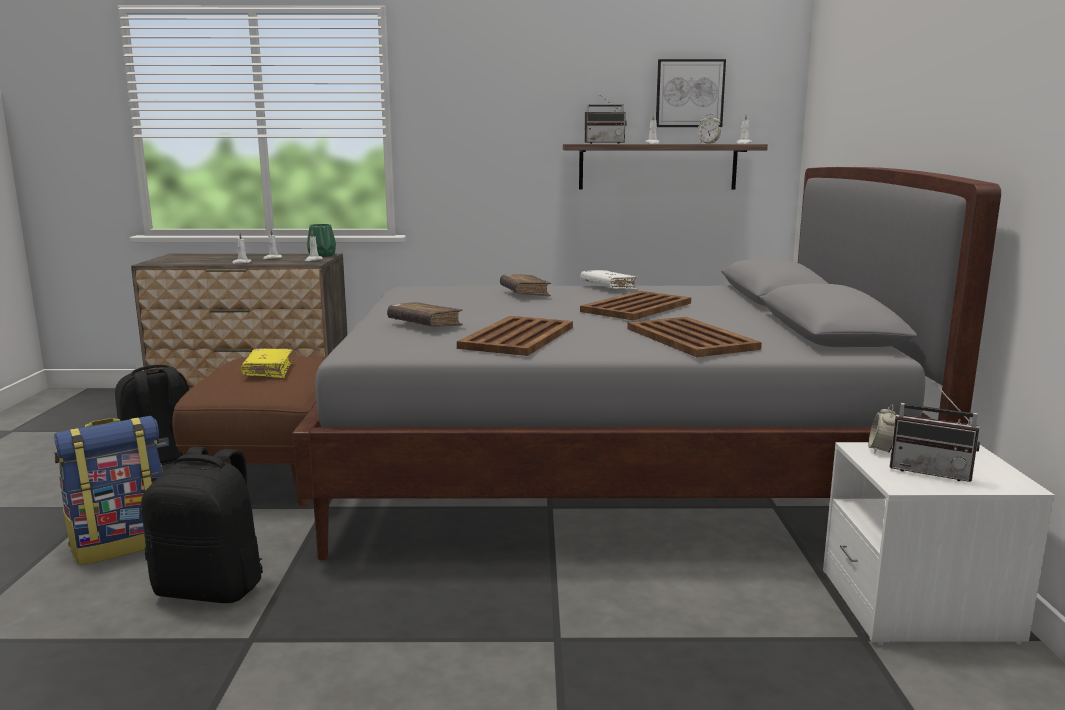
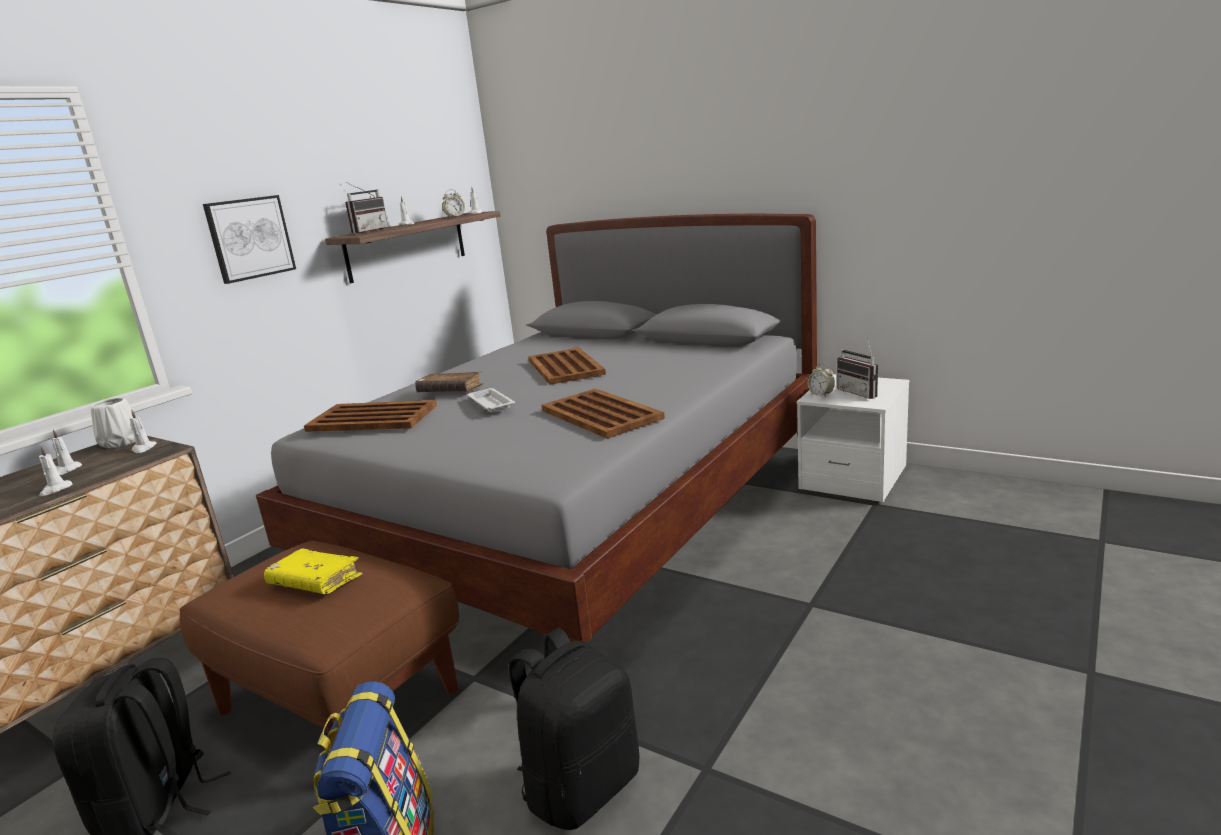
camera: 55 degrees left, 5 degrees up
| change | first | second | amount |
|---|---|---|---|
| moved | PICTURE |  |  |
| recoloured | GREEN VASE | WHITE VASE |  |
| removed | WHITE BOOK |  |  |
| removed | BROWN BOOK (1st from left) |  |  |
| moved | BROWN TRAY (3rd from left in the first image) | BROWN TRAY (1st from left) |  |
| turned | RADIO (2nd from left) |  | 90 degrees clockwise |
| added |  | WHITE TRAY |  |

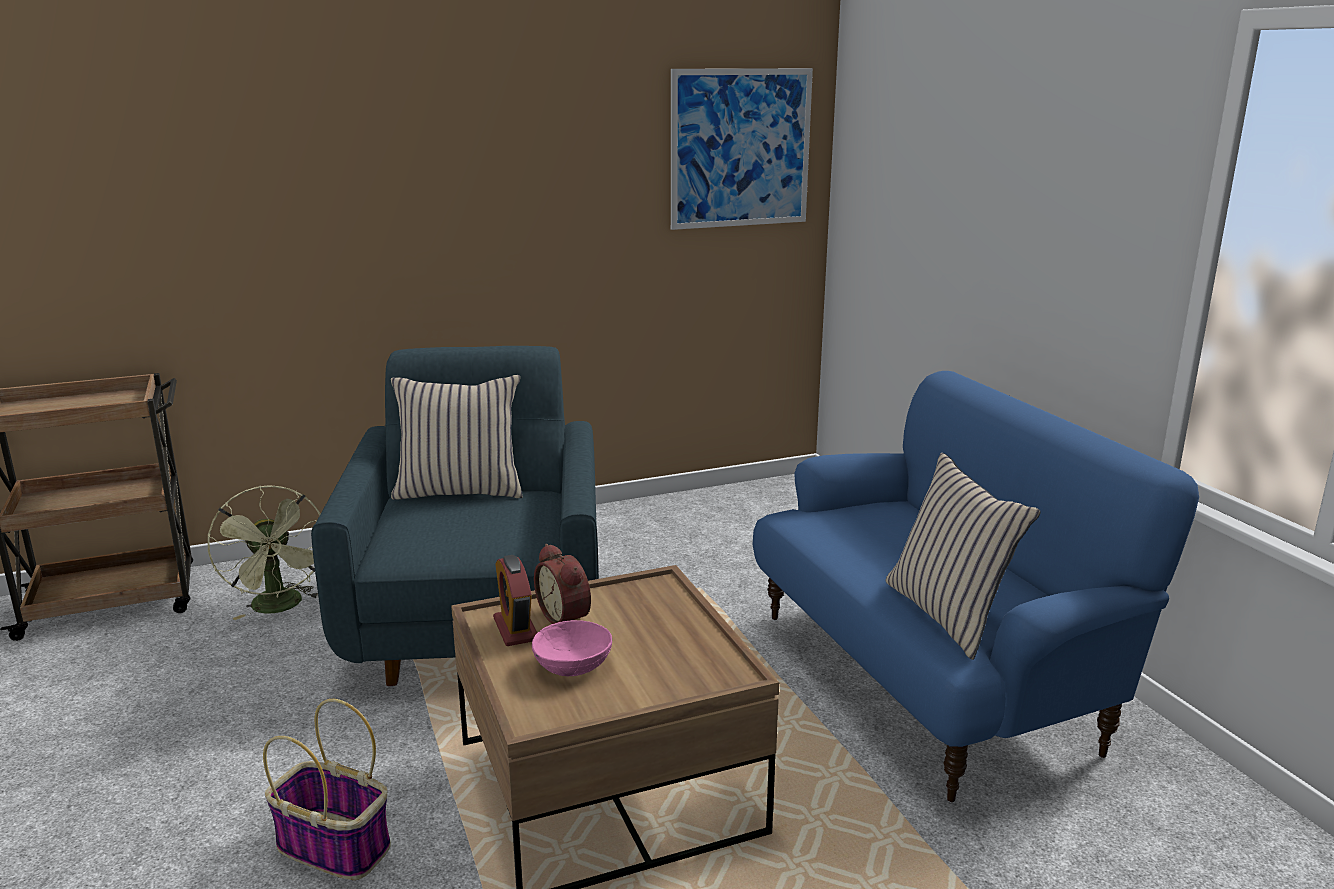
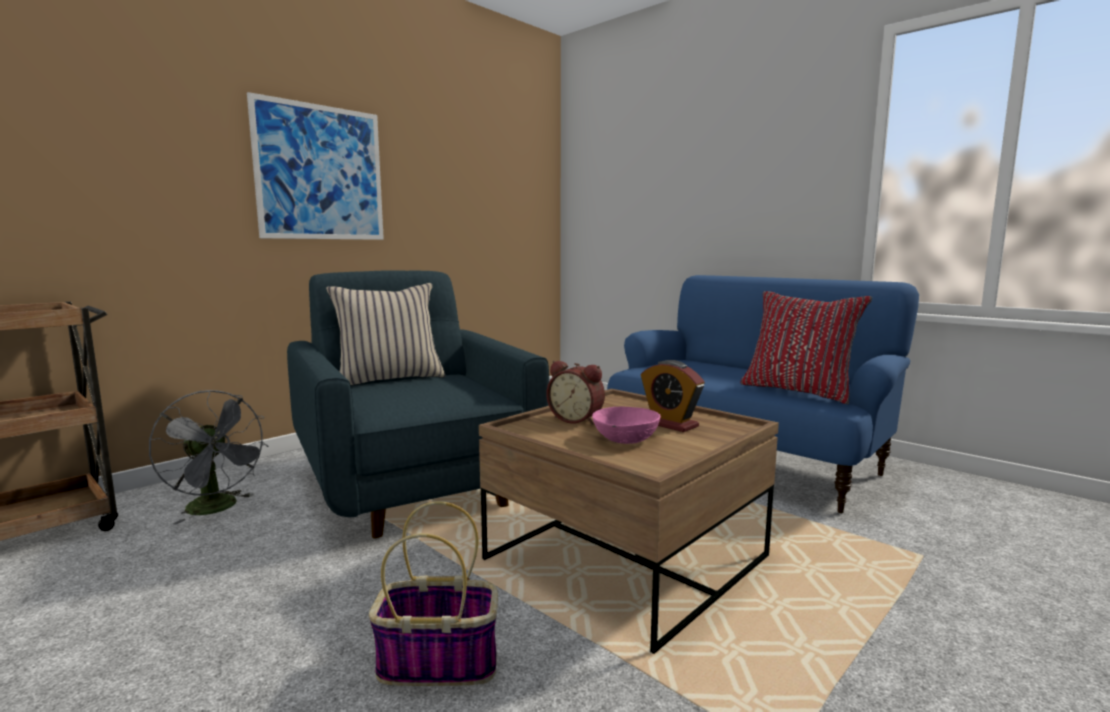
camera: 25 degrees left, 10 degrees down
| change | first | second | amount |
|---|---|---|---|
| moved | PICTURE |  |  |
| recoloured | BEIGE PILLOW (2nd from left) | RED PILLOW |  |
| recoloured | GREEN FAN | GREY FAN |  |
| moved | ALARM CLOCK (1st from left in the first image) | ALARM CLOCK (2nd from left) |  |

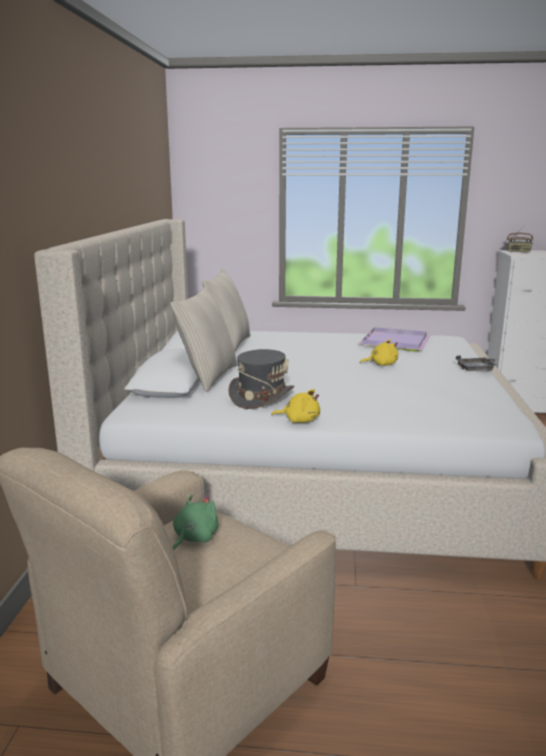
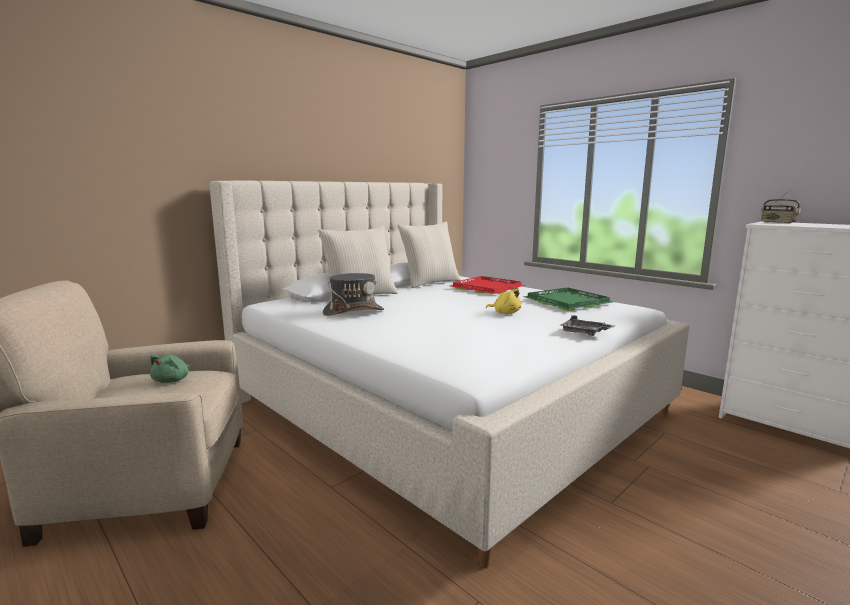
camera: 40 degrees right, 5 degrees down
| change | first | second | amount |
|---|---|---|---|
| recoloured | PURPLE TRAY | GREEN TRAY |  |
| removed | YELLOW PLUSH TOY (1st from left) |  |  |
| turned | GREEN PLUSH TOY |  | 120 degrees clockwise |
| added |  | RED TRAY |  |

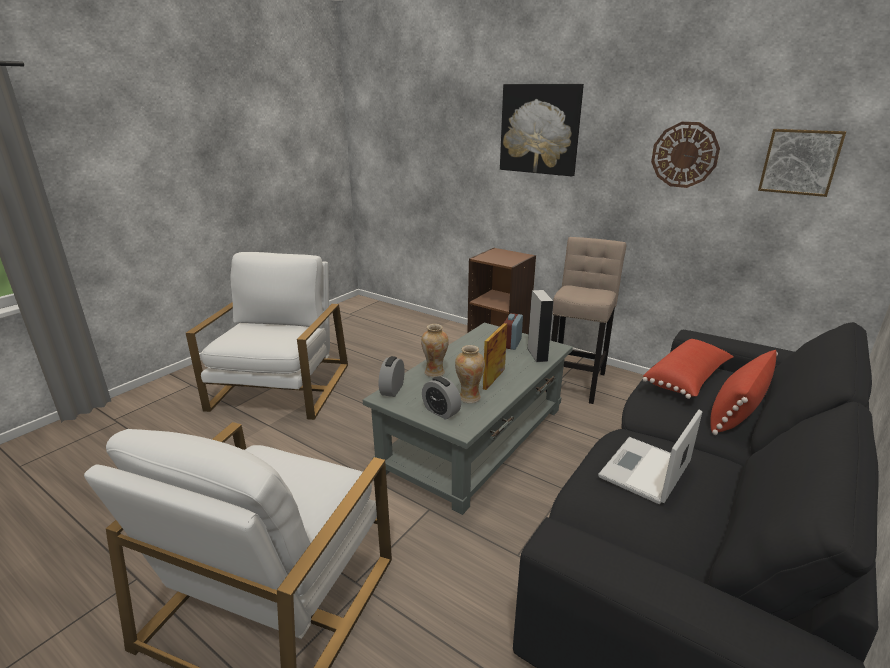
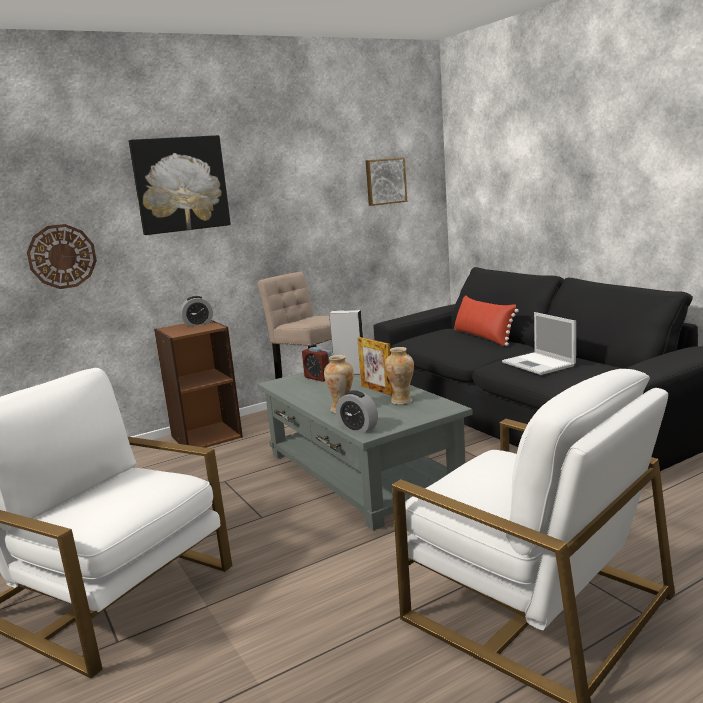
camera: 65 degrees left, 10 degrees down
| change | first | second | amount |
|---|---|---|---|
| moved | WALL CLOCK |  |  |
| removed | RED PILLOW (1st from left) |  |  |
| moved | ALARM CLOCK (2nd from left in the first image) | ALARM CLOCK (1st from left) |  |

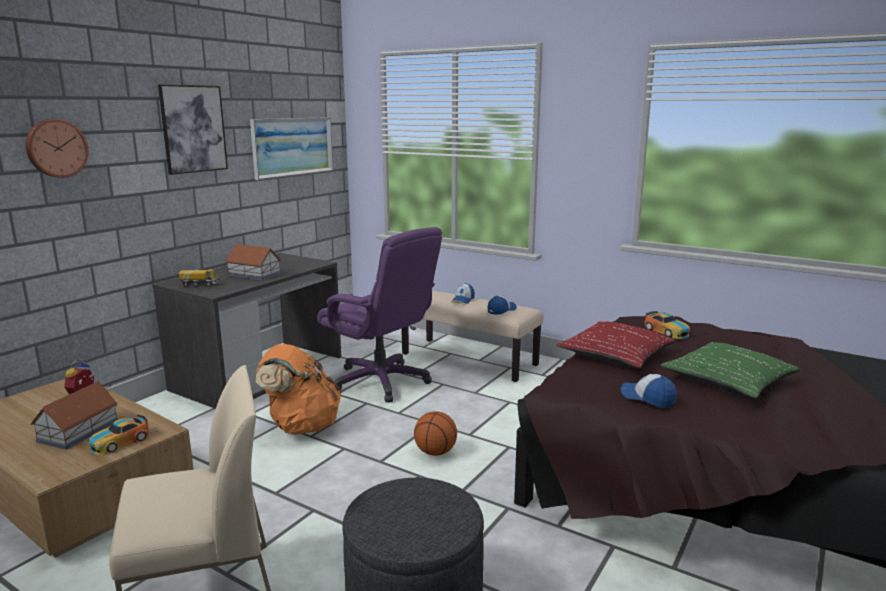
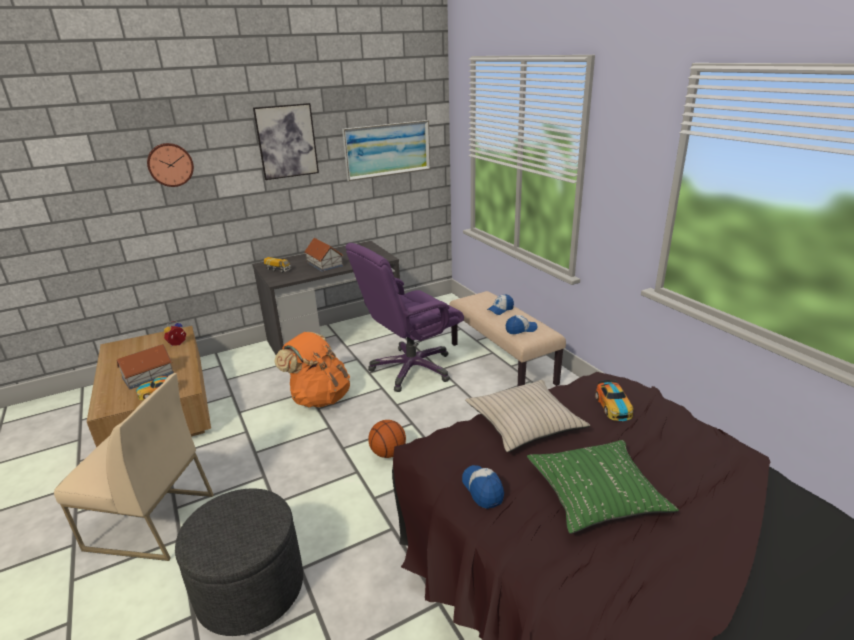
camera: 30 degrees right, 10 degrees up
| change | first | second | amount |
|---|---|---|---|
| turned | PURPLE OFFICE CHAIR |  | 75 degrees clockwise |
| recoloured | RED PILLOW | BEIGE PILLOW |  |

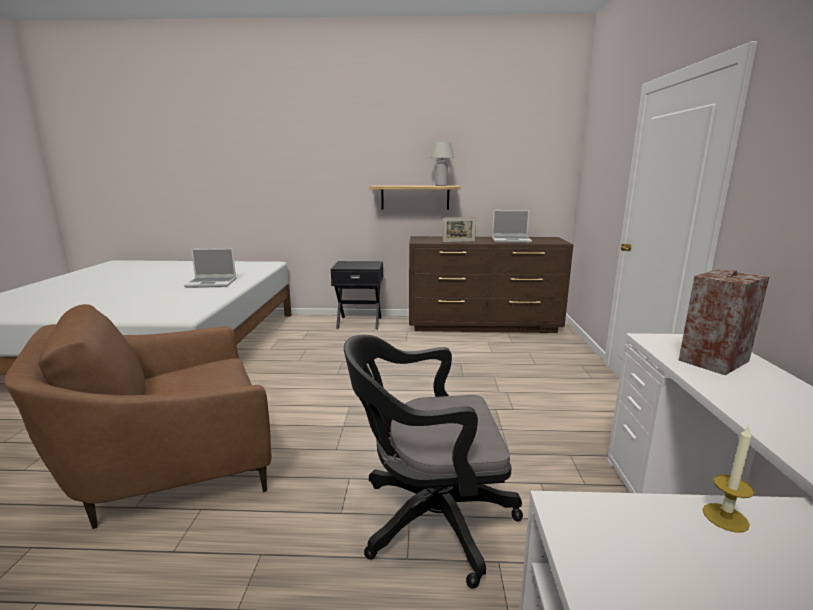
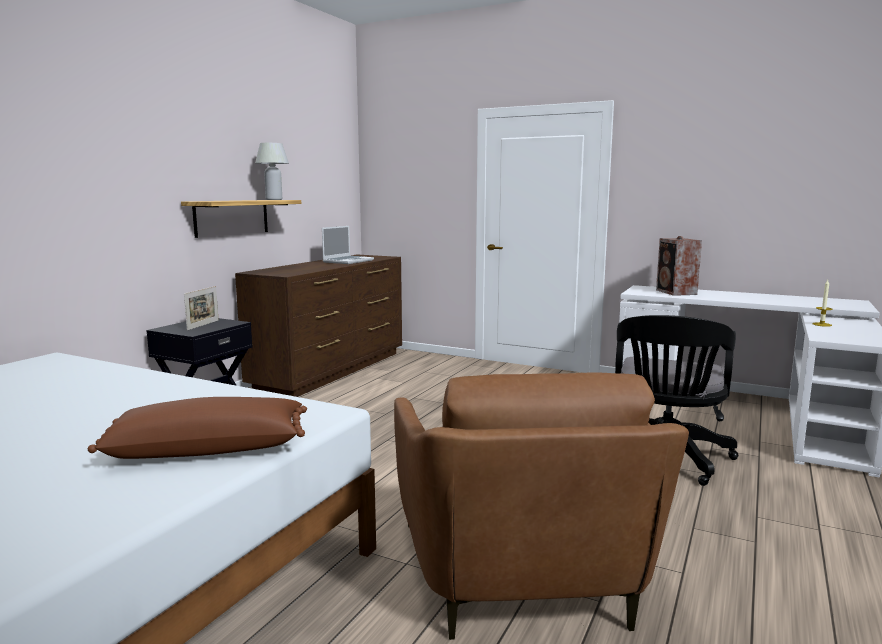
camera: 65 degrees left, 5 degrees down
| change | first | second | amount |
|---|---|---|---|
| moved | PICTURE FRAME |  |  |
| removed | LAPTOP (1st from left) |  |  |
| added |  | BROWN PILLOW |  |

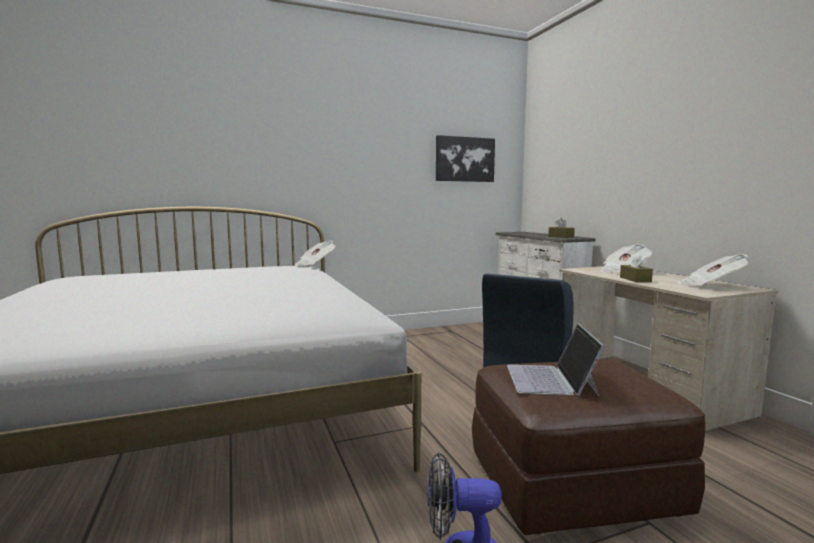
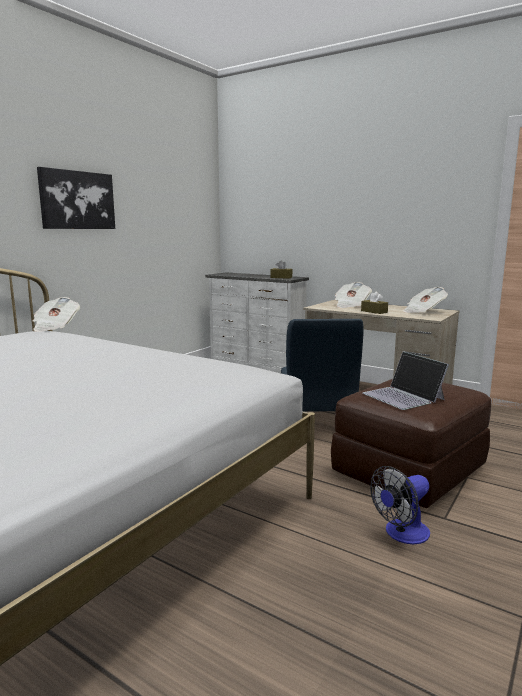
camera: 35 degrees left, 5 degrees up
| change | first | second | amount |
|---|---|---|---|
| moved | PICTURE |  |  |

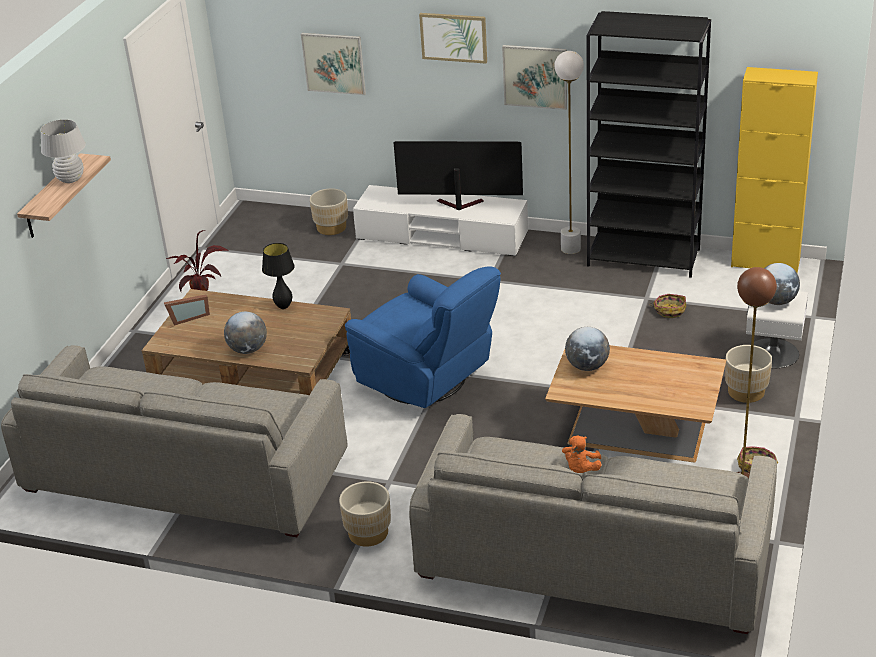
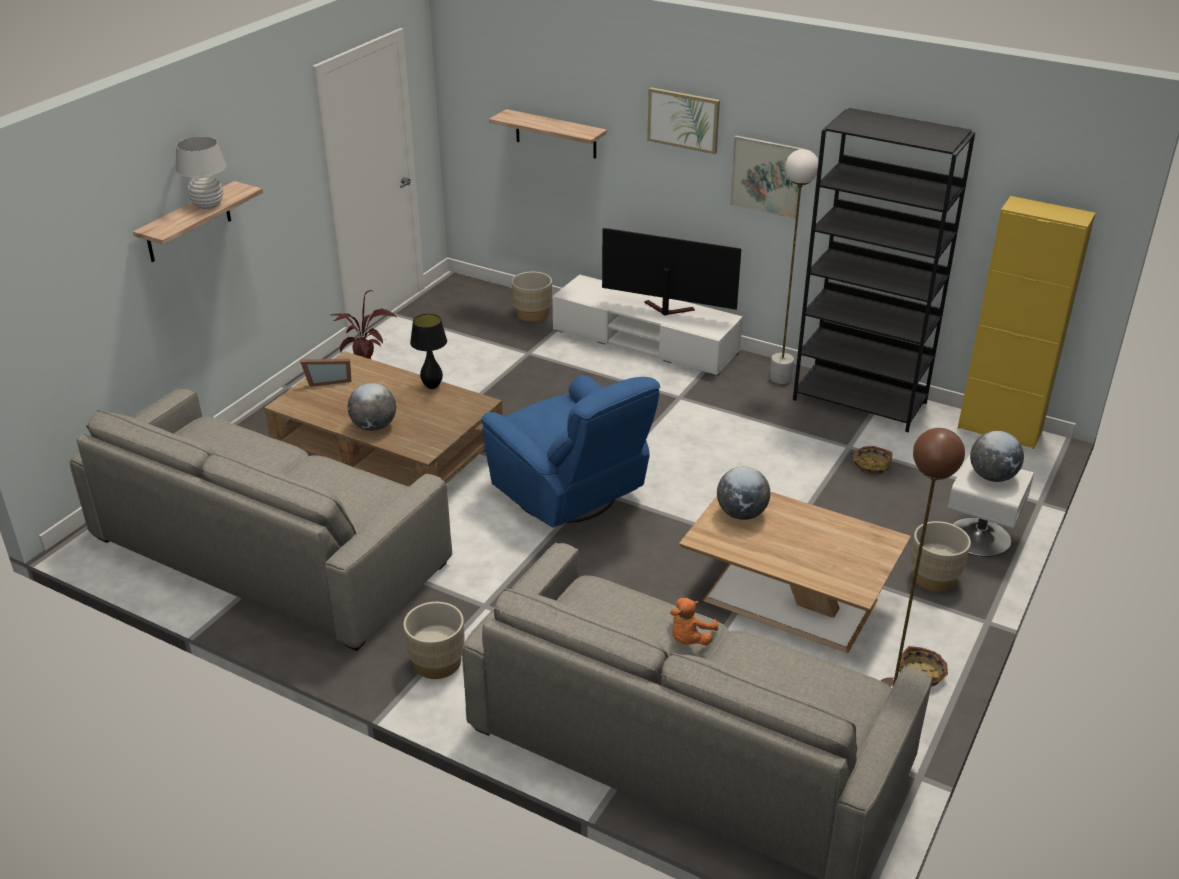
camera: 10 degrees right, 0 degrees up
| change | first | second | amount |
|---|---|---|---|
| replaced | PICTURE (1st from left) | SHELF (2nd from left) |  |

